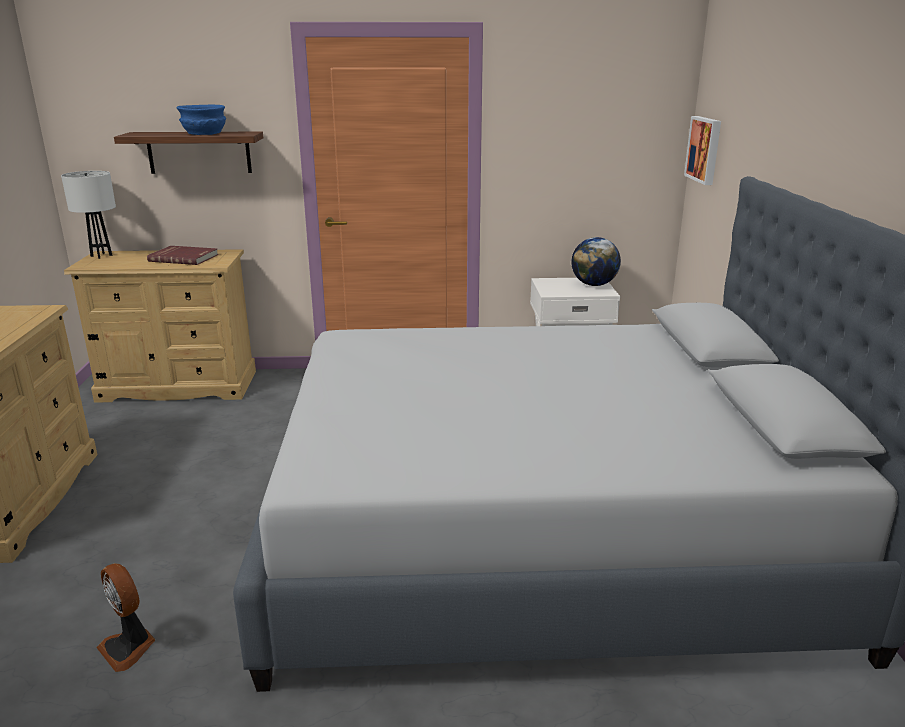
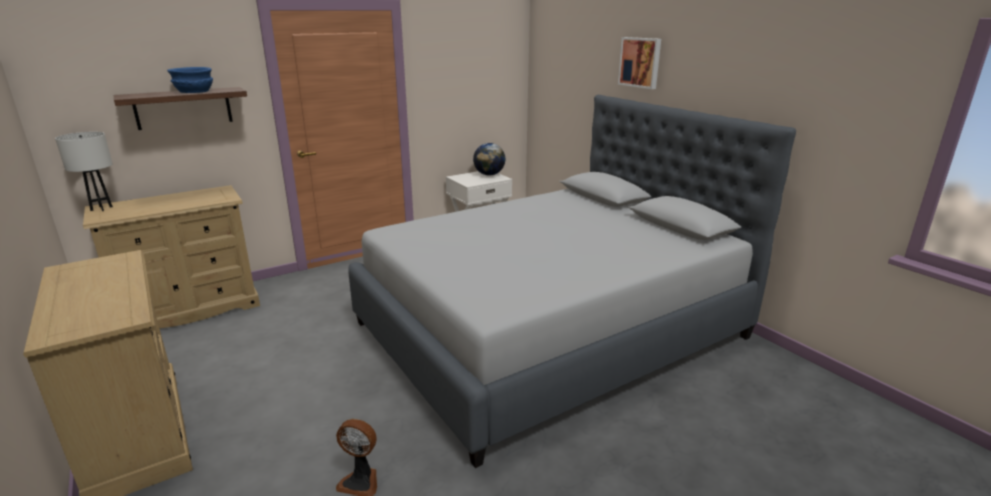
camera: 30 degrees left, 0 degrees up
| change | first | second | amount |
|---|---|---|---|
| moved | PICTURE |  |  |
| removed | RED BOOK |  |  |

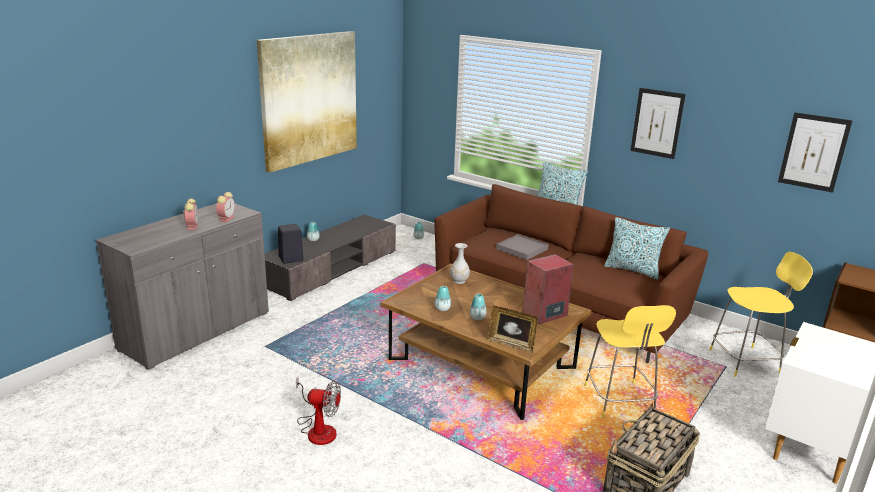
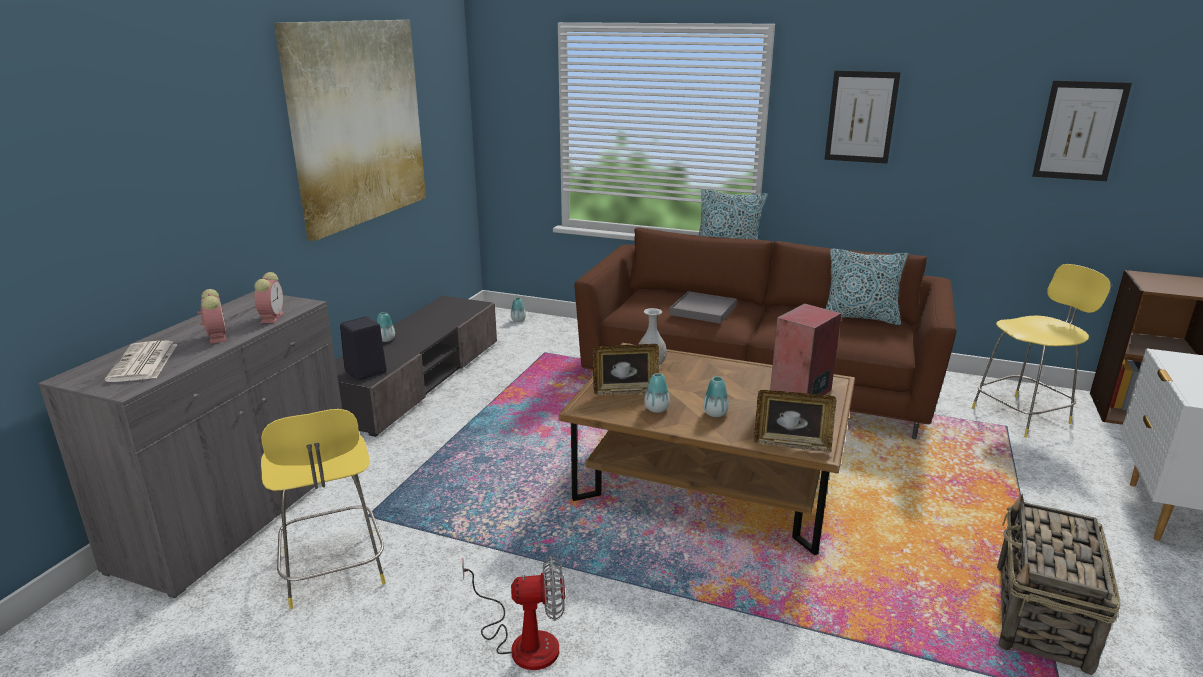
camera: 15 degrees left, 0 degrees up
| change | first | second | amount |
|---|---|---|---|
| moved | YELLOW STOOL (1st from left) |  |  |
| added |  | NEWSPAPER |  |
| added |  | PICTURE FRAME (1st from left) |  |

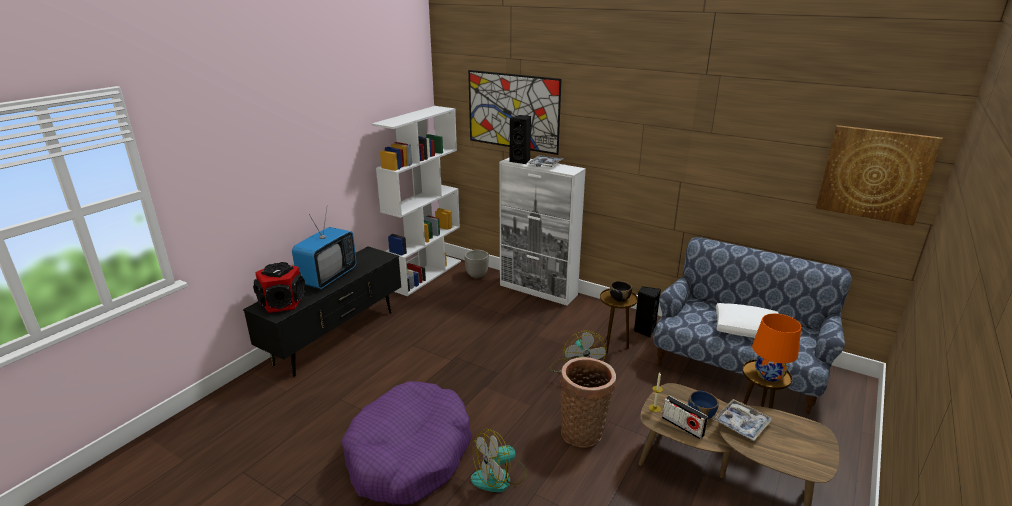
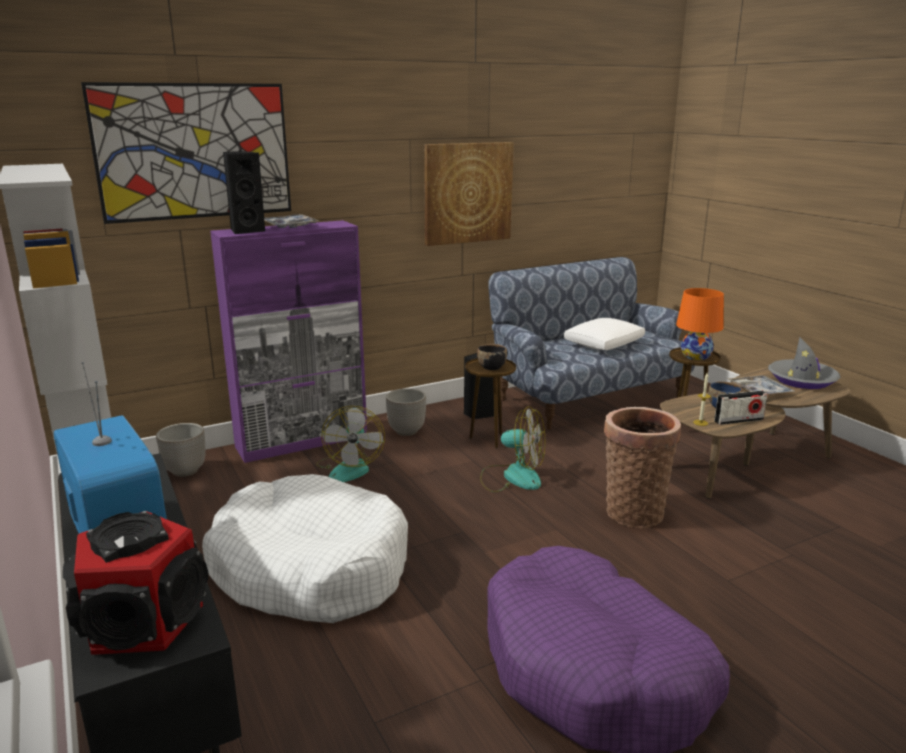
camera: 60 degrees left, 5 degrees down
| change | first | second | amount |
|---|---|---|---|
| moved | PICTURE (2nd from left) |  |  |
| recoloured | WHITE CABINET | PURPLE CABINET |  |
| moved | FAN (1st from left) |  |  |
| added |  | GREY HAT |  |
| added |  | PLANTER (2nd from left) |  |
| added |  | WHITE DOG BED |  |

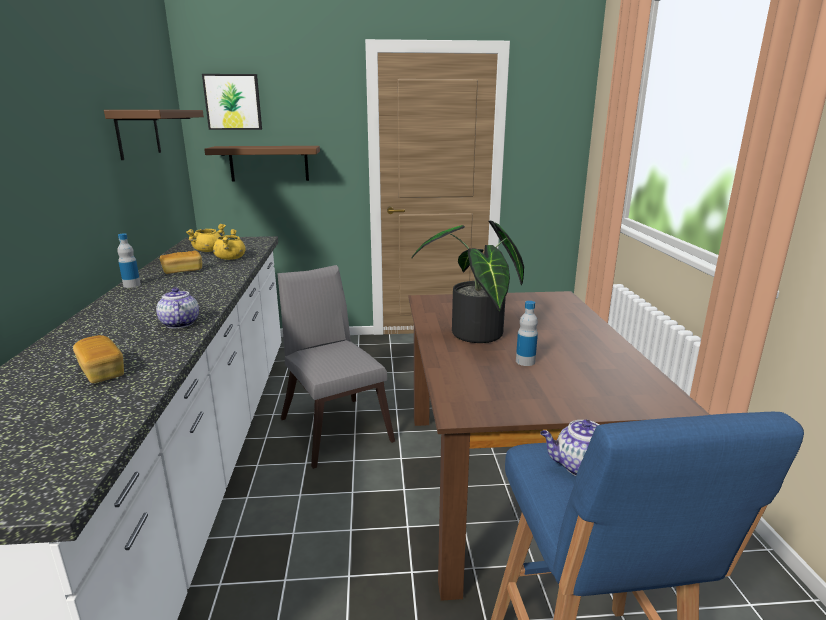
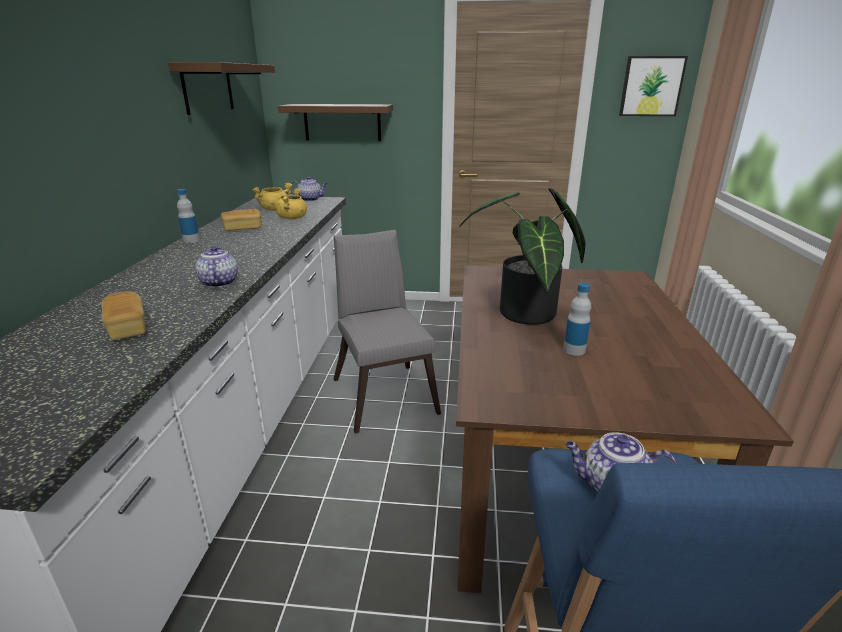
camera: 10 degrees right, 5 degrees up
| change | first | second | amount |
|---|---|---|---|
| moved | PICTURE |  |  |
| added |  | TEAPOT (2nd from left) |  |

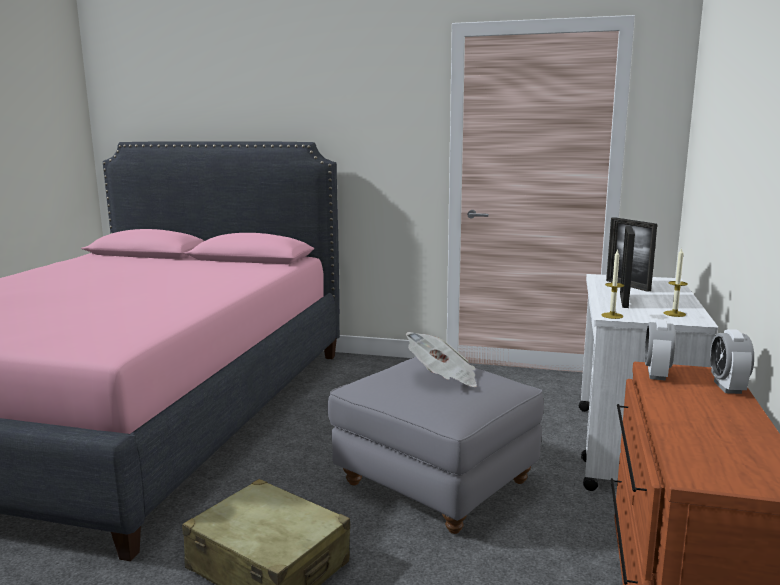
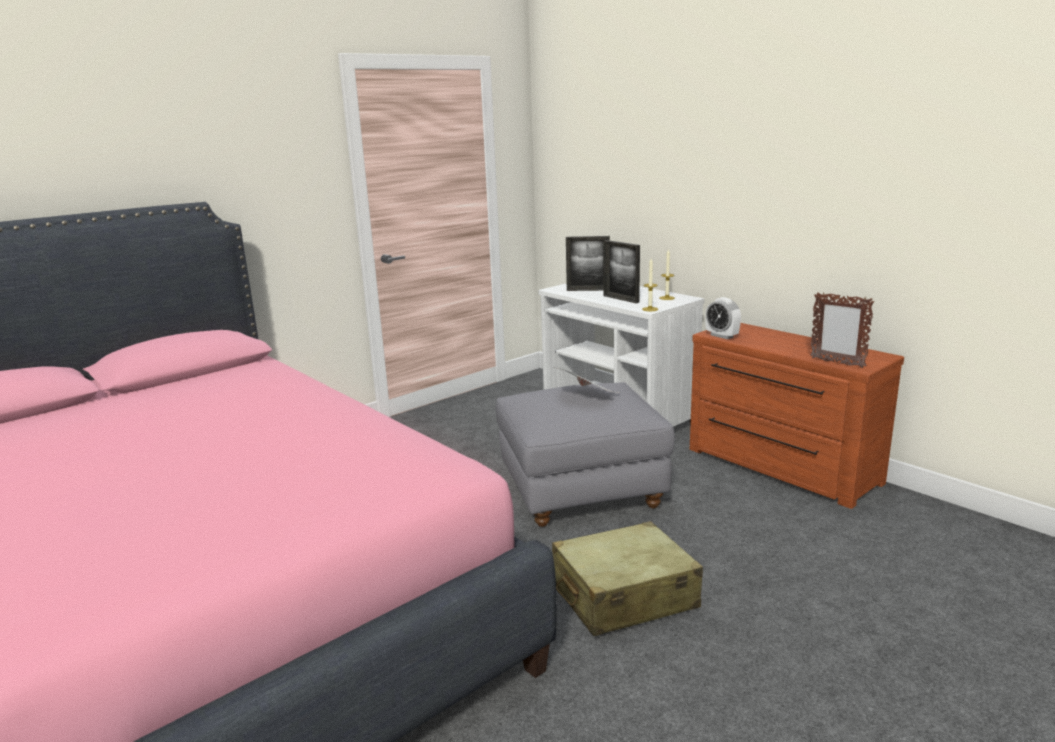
camera: 55 degrees left, 5 degrees up
| change | first | second | amount |
|---|---|---|---|
| removed | ALARM CLOCK (2nd from left) |  |  |
| added |  | PICTURE FRAME (3rd from left) |  |

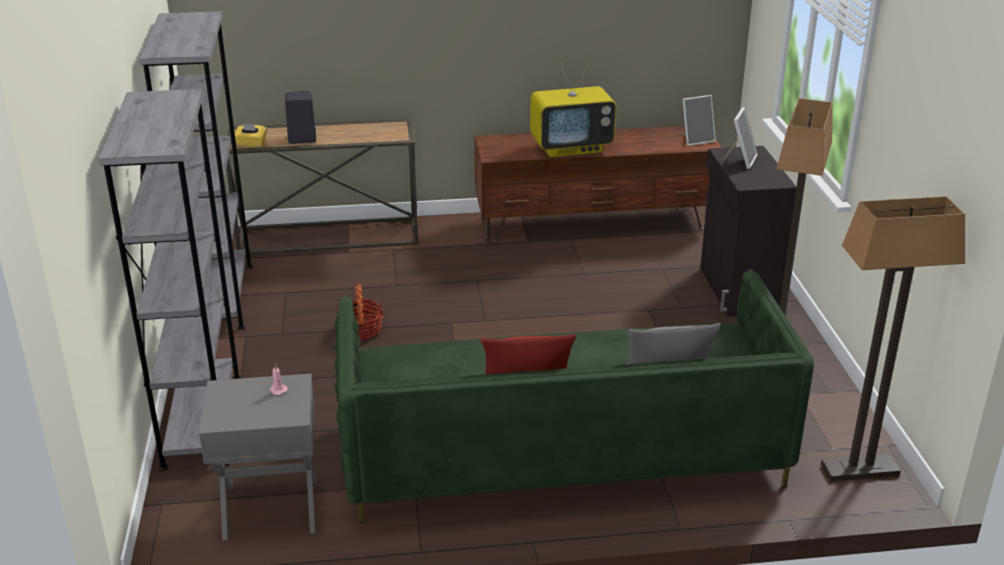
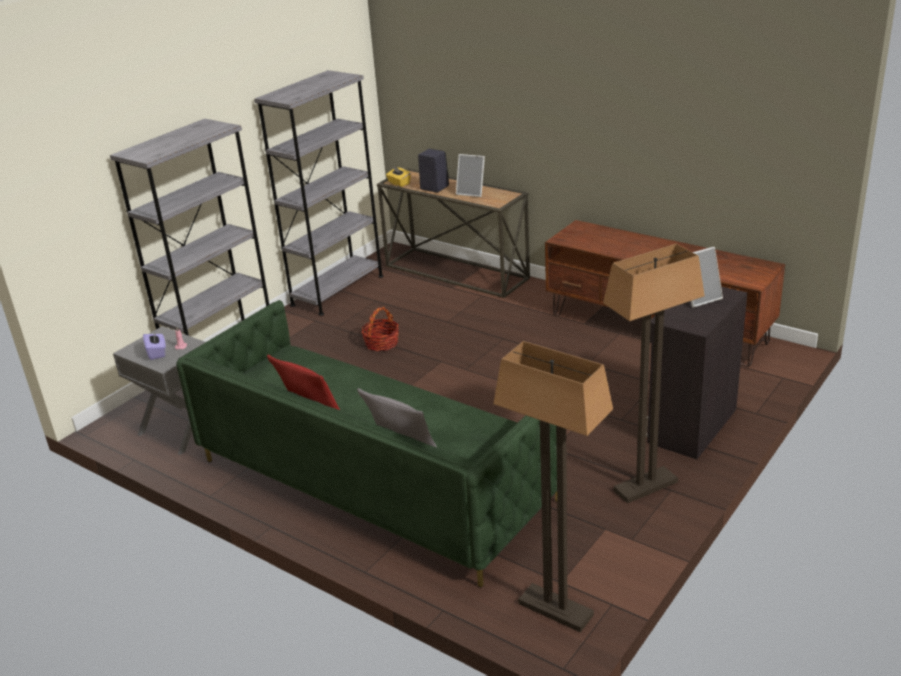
camera: 45 degrees right, 0 degrees up
| change | first | second | amount |
|---|---|---|---|
| removed | TELEVISION |  |  |
| moved | PICTURE FRAME (1st from left) |  |  |
| added |  | PURPLE TISSUE BOX |  |

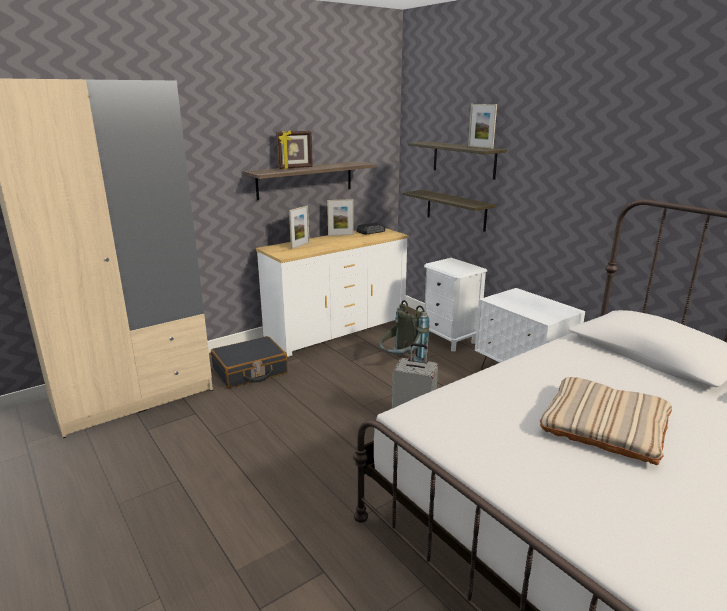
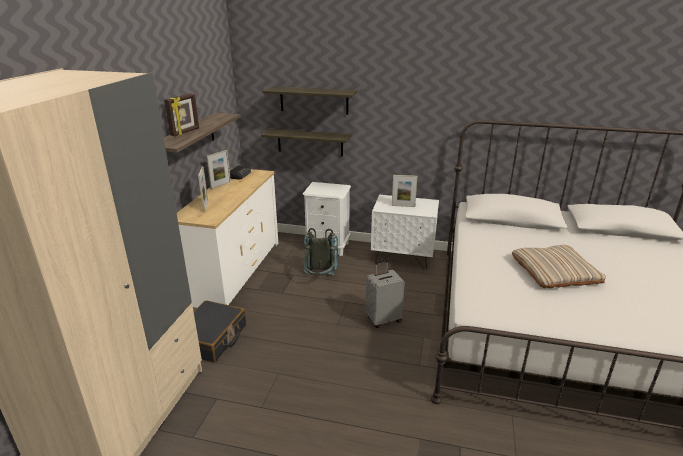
camera: 40 degrees left, 5 degrees up
| change | first | second | amount |
|---|---|---|---|
| moved | PICTURE FRAME (4th from left) |  |  |

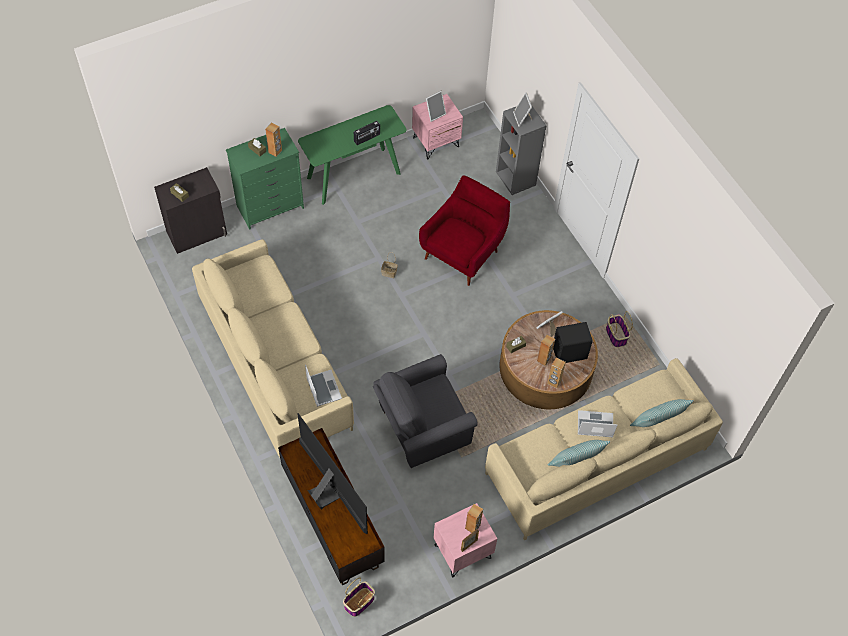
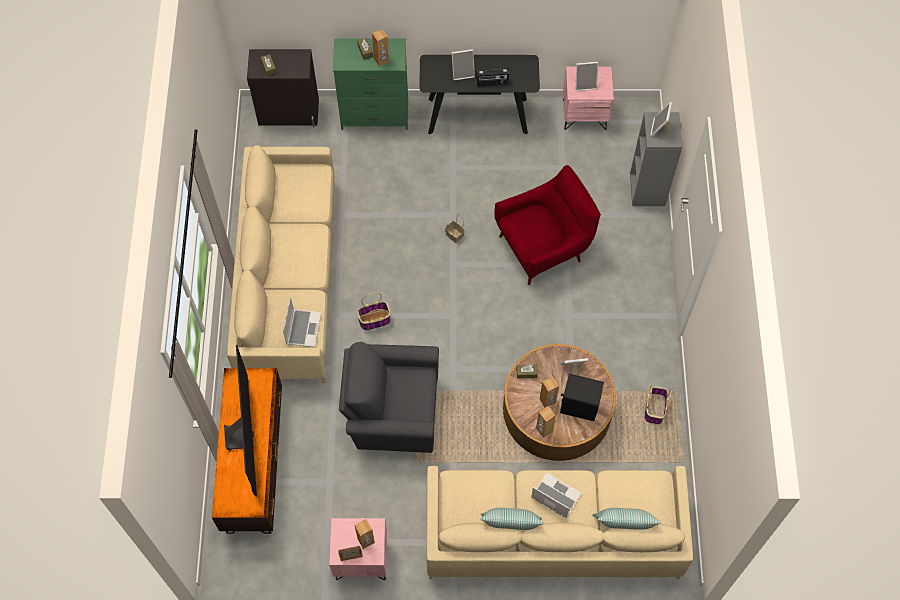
camera: 30 degrees right, 5 degrees up
| change | first | second | amount |
|---|---|---|---|
| recoloured | GREEN CONSOLE TABLE | BLACK CONSOLE TABLE |  |
| moved | BASKET (1st from left) |  |  |
| added |  | PICTURE FRAME (2nd from left) |  |

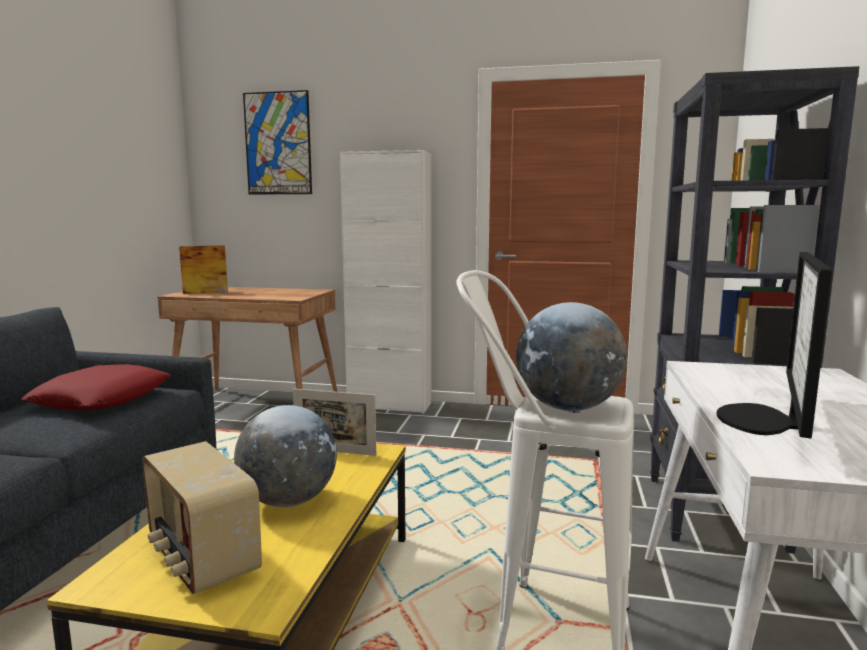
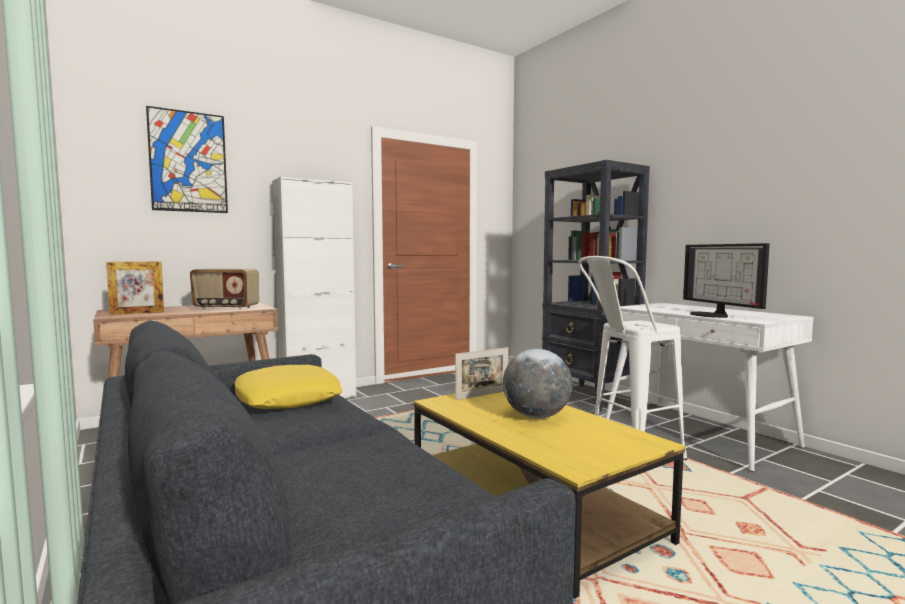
camera: 45 degrees left, 5 degrees down
| change | first | second | amount |
|---|---|---|---|
| turned | PICTURE FRAME (1st from left) |  | 135 degrees counterclockwise |
| removed | GLOBE (2nd from left) |  |  |
| recoloured | RED PILLOW | YELLOW PILLOW |  |
| moved | RADIO |  |  |

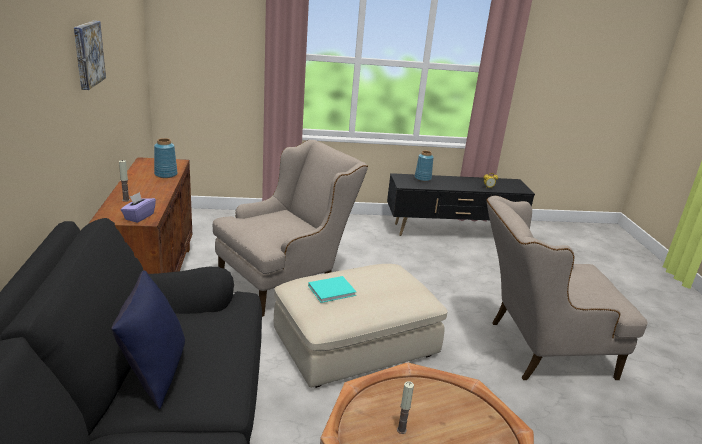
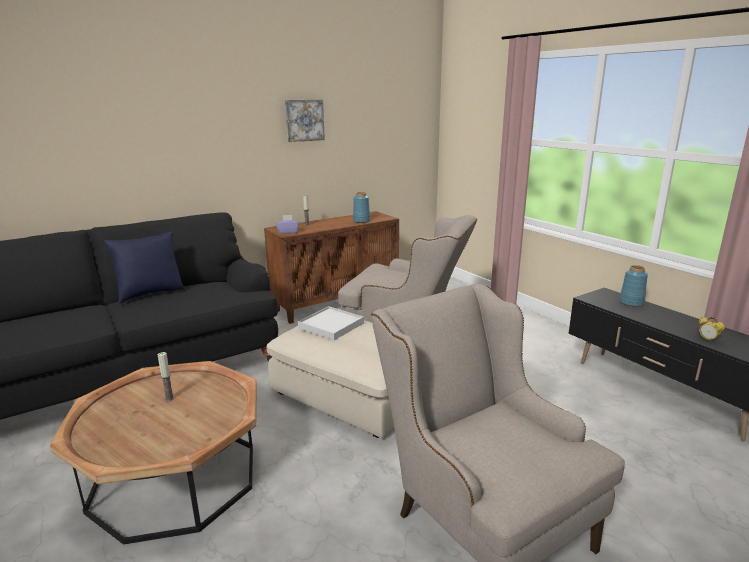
camera: 65 degrees right, 5 degrees down
| change | first | second | amount |
|---|---|---|---|
| replaced | TURQUOISE BOOK | WHITE TRAY |  |

